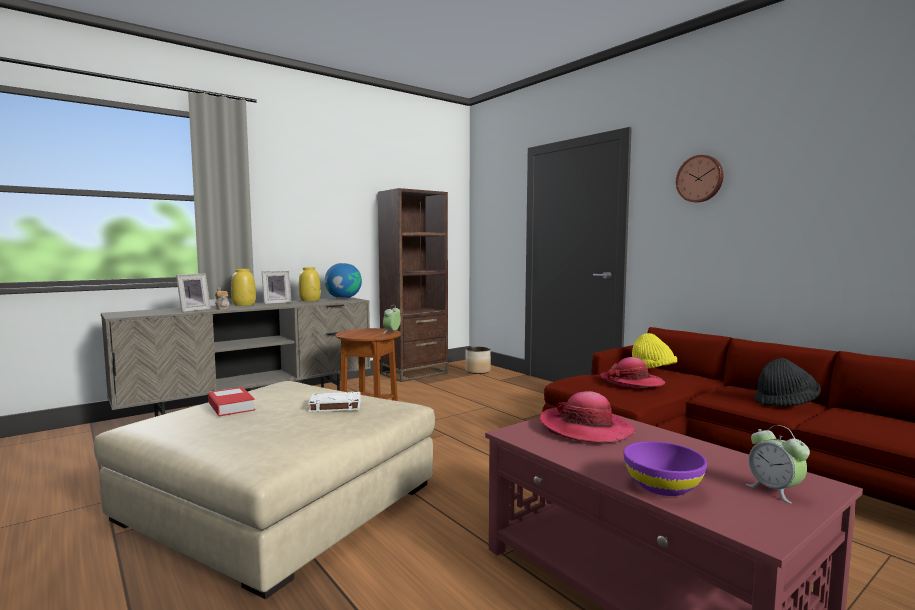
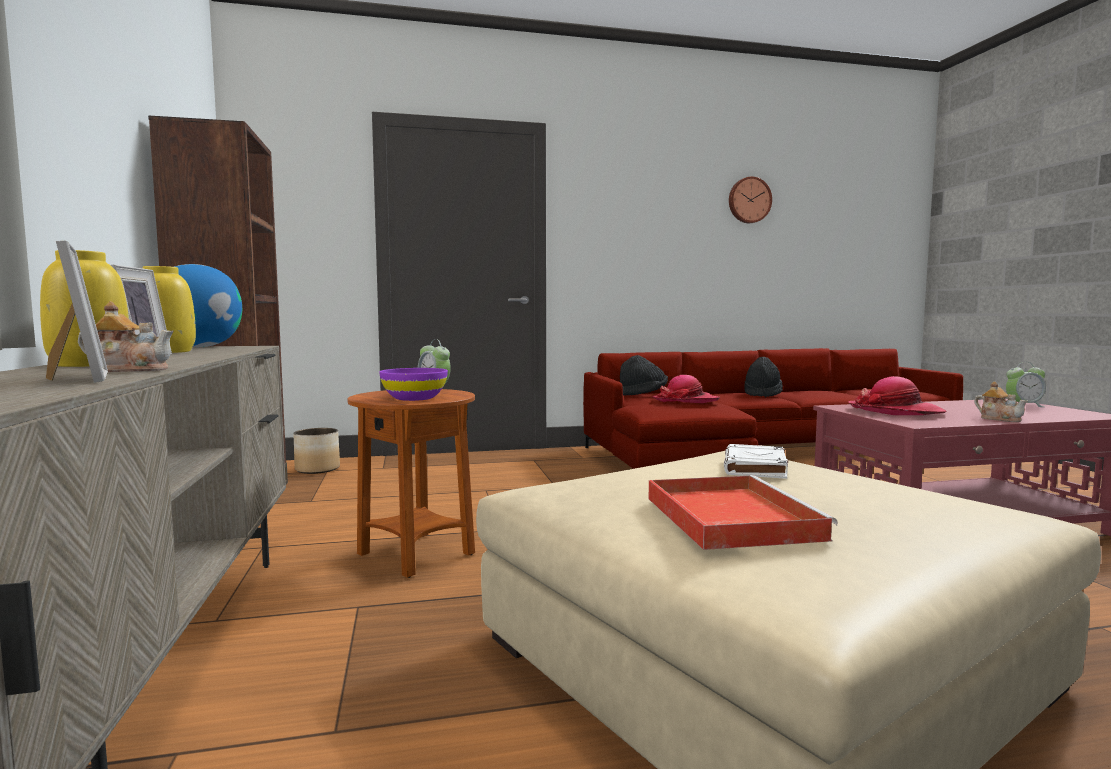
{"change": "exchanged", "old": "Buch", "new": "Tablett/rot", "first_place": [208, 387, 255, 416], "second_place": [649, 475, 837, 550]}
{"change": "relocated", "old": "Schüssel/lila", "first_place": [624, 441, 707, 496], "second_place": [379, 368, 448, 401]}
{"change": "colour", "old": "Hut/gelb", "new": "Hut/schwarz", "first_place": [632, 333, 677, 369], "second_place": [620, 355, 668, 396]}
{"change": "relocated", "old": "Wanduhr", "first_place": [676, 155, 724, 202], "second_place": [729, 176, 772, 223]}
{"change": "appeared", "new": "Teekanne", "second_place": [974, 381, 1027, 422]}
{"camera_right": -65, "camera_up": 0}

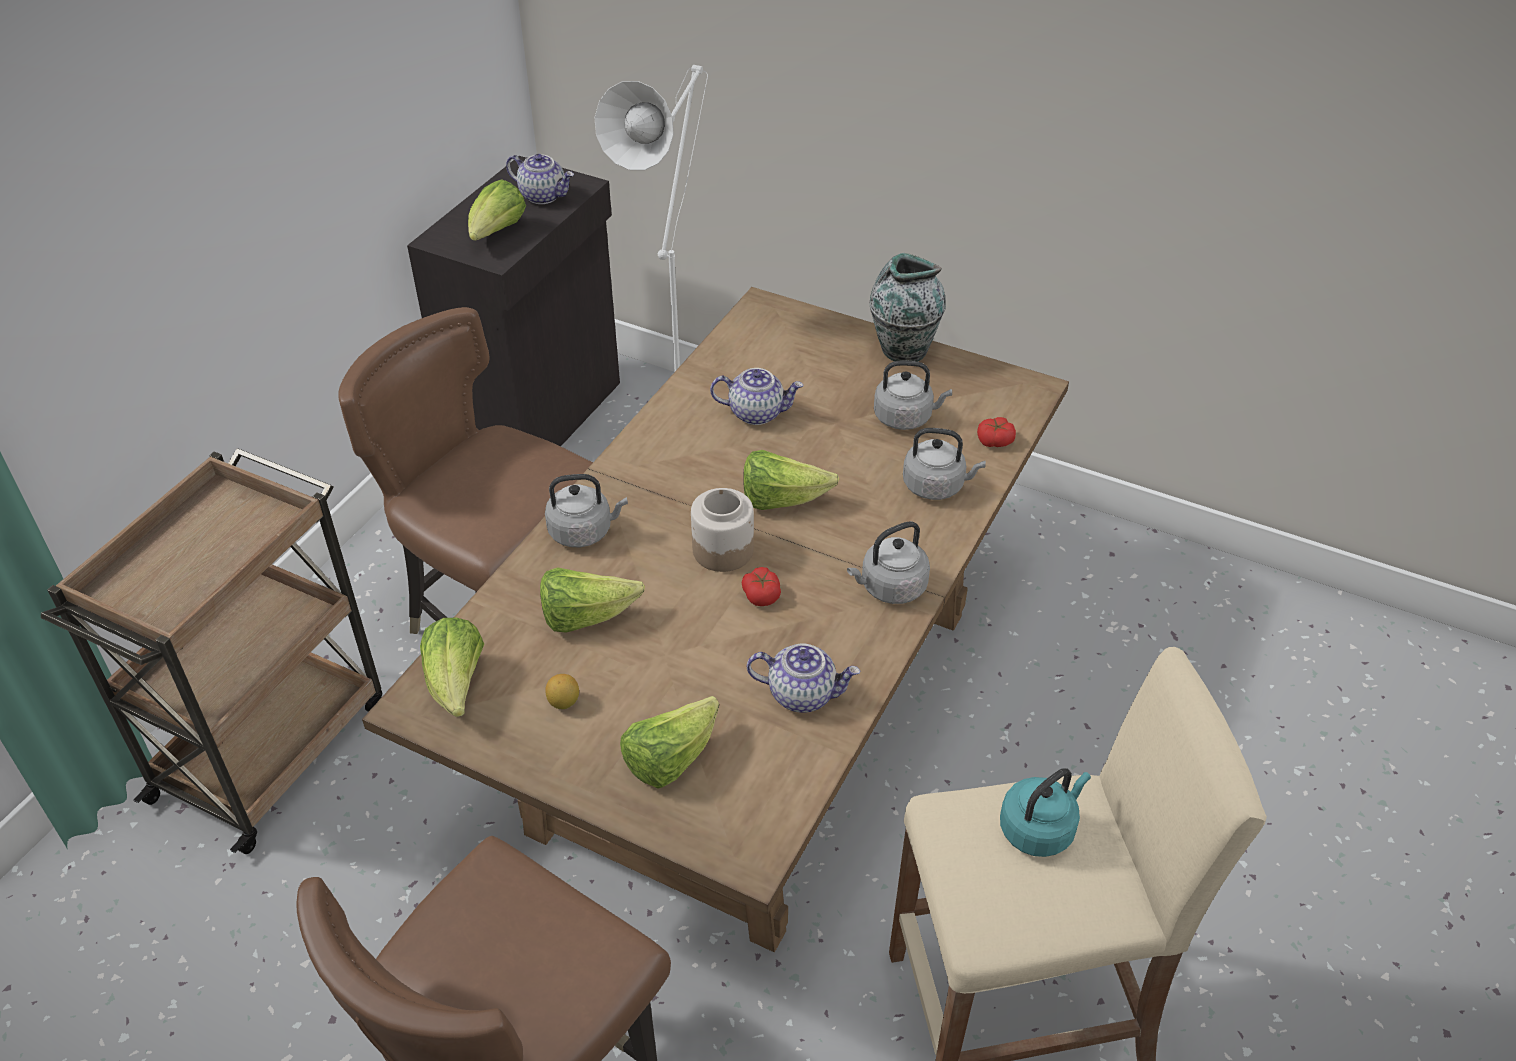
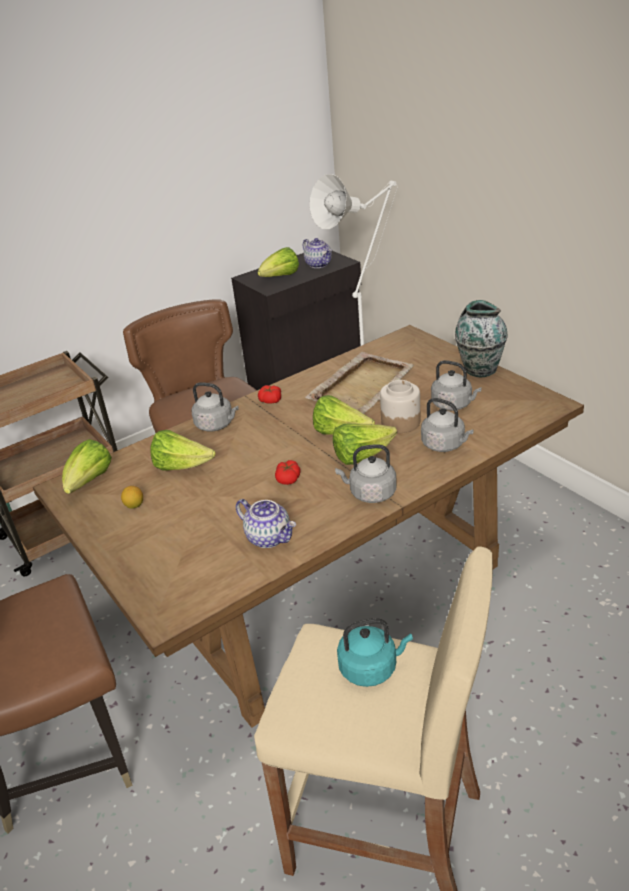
{"change": "relocated", "old": "Salatkopf", "first_place": [620, 696, 719, 789], "second_place": [333, 424, 397, 465]}
{"change": "relocated", "old": "Vorratsglas", "first_place": [691, 488, 754, 572], "second_place": [380, 380, 420, 433]}
{"change": "exchanged", "old": "Teekanne", "new": "Tablett/beige", "first_place": [710, 368, 803, 425], "second_place": [305, 352, 414, 414]}
{"change": "relocated", "old": "Tomate", "first_place": [977, 417, 1016, 447], "second_place": [258, 385, 281, 404]}
{"camera_right": 30, "camera_up": -10}

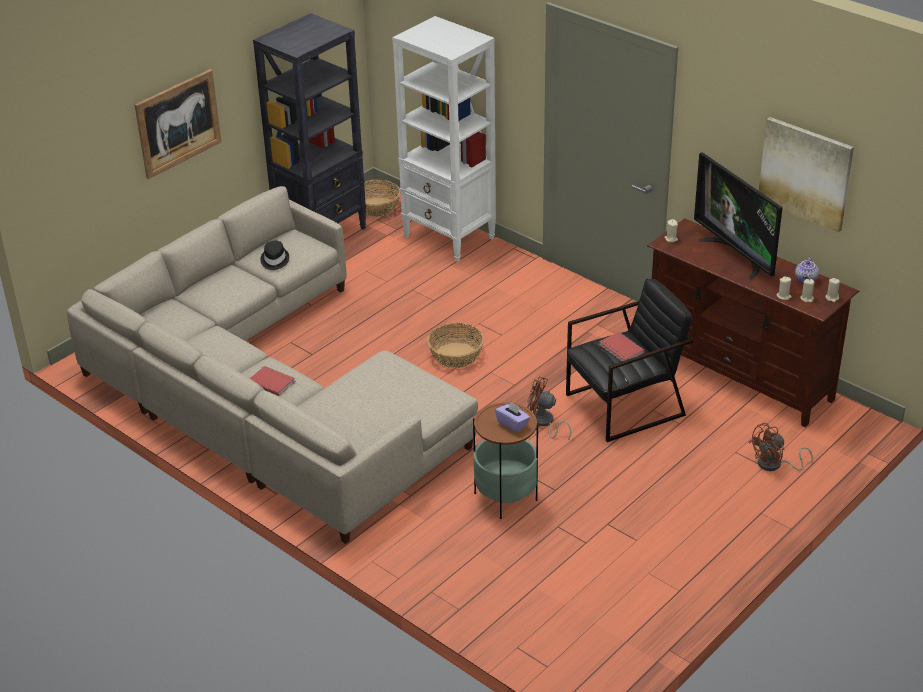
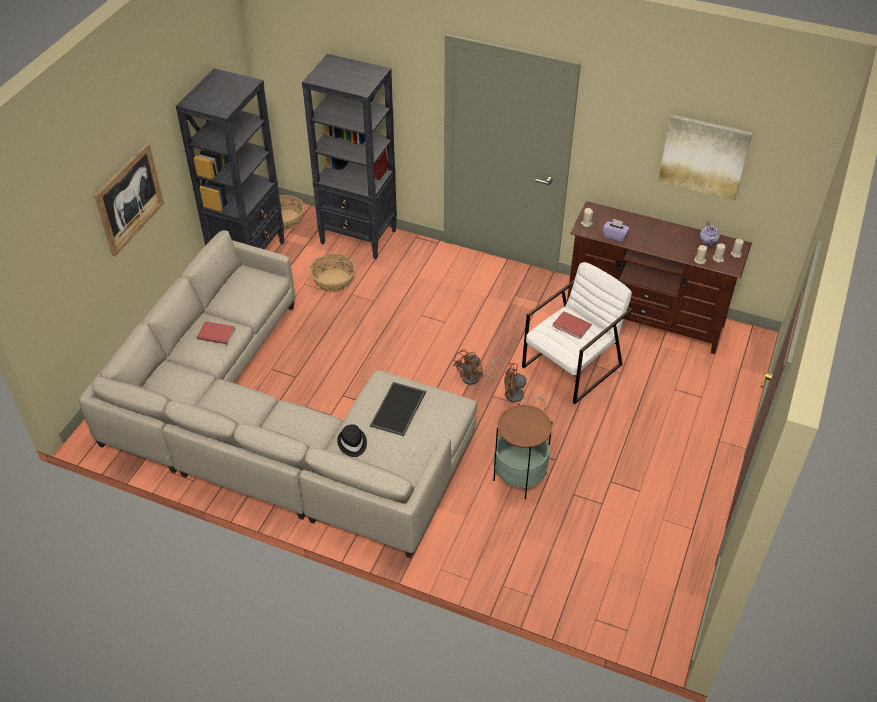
{"change": "relocated", "old": "Buch/rot", "first_place": [250, 366, 295, 396], "second_place": [197, 321, 235, 345]}
{"change": "relocated", "old": "Hut/schwarz", "first_place": [260, 241, 289, 270], "second_place": [337, 424, 367, 457]}
{"change": "colour", "old": "Bücherregal/weiß", "new": "Bücherregal/schwarz", "first_place": [392, 16, 496, 262], "second_place": [302, 54, 397, 259]}
{"change": "relocated", "old": "Korb", "first_place": [427, 323, 484, 368], "second_place": [310, 254, 356, 292]}
{"change": "relocated", "old": "Taschentuchbox/lila", "first_place": [495, 401, 530, 433], "second_place": [603, 219, 629, 242]}
{"change": "colour", "old": "Sessel/schwarz", "new": "Sessel/weiß", "first_place": [566, 279, 694, 442], "second_place": [522, 262, 633, 404]}
{"change": "missing", "old": "Fernseher", "first_place": [694, 152, 783, 280]}
{"change": "relocated", "old": "Ventilator/braun", "first_place": [749, 423, 813, 471], "second_place": [453, 349, 503, 385]}
{"change": "appeared", "new": "Tablett", "second_place": [370, 382, 426, 436]}
{"camera_right": -20, "camera_up": 10}

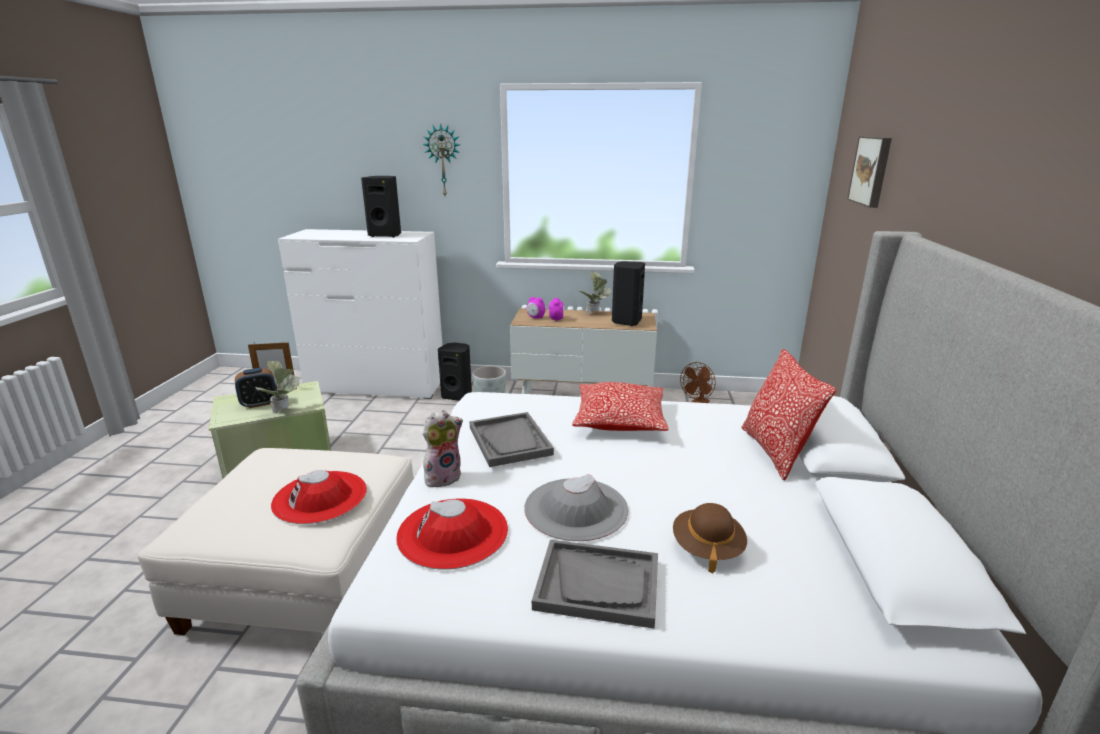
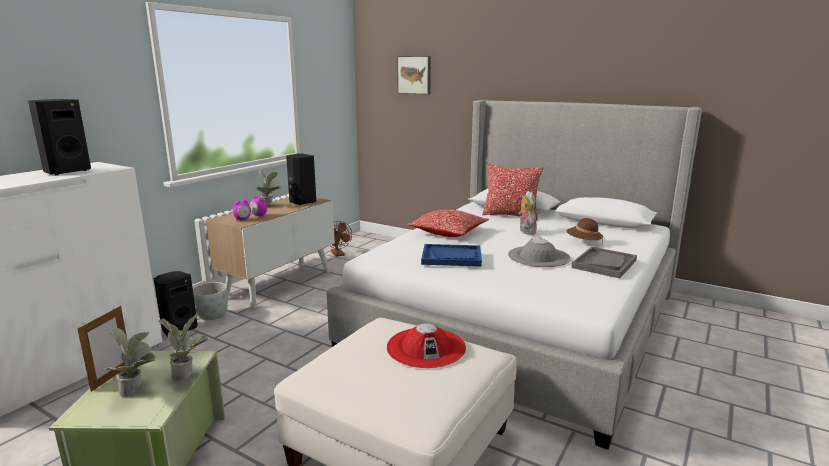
{"change": "exchanged", "old": "Wecker", "new": "Topfpflanze", "first_place": [235, 368, 276, 408], "second_place": [104, 328, 155, 397]}
{"change": "missing", "old": "Hut/rot", "first_place": [396, 498, 508, 570]}
{"change": "missing", "old": "Wanduhr", "first_place": [423, 123, 460, 196]}
{"change": "relocated", "old": "Plüschtier", "first_place": [423, 410, 463, 487], "second_place": [518, 191, 537, 235]}
{"change": "colour", "old": "Tablett/grau", "new": "Tablett/blau", "first_place": [469, 412, 554, 467], "second_place": [421, 244, 482, 267]}
{"camera_right": -65, "camera_up": -5}

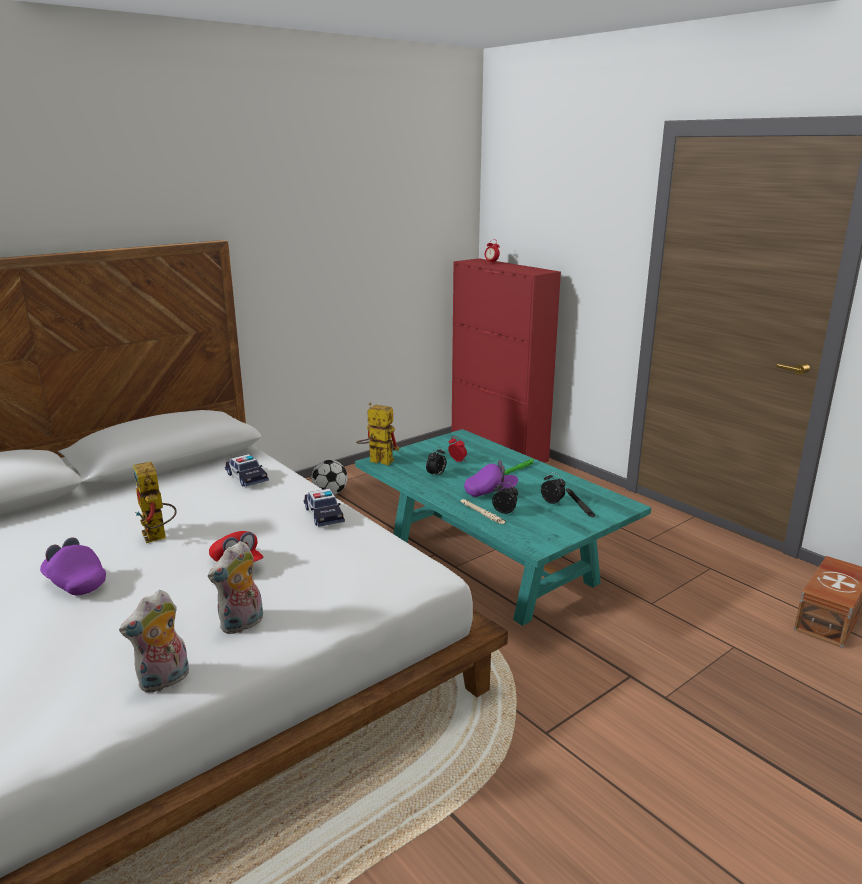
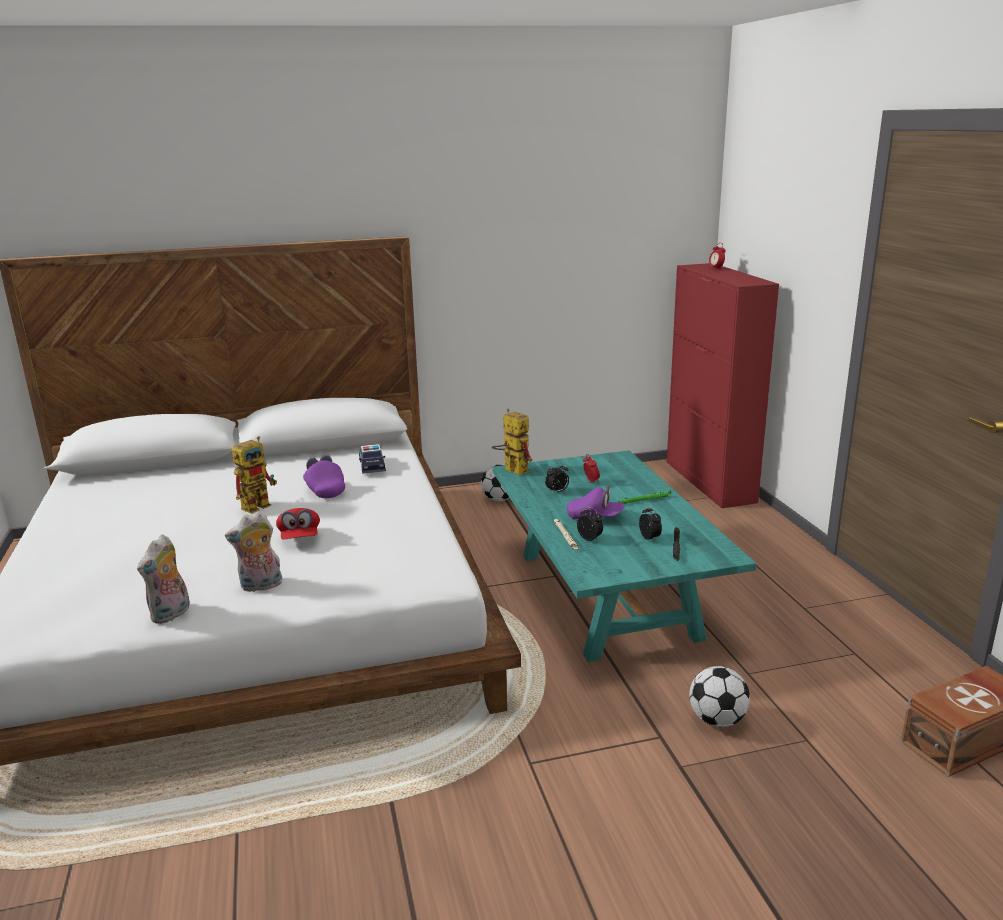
{"change": "relocated", "old": "Kappe/lila", "first_place": [40, 538, 106, 595], "second_place": [303, 455, 345, 498]}
{"change": "spun", "old": "Plüschtier", "first_place": [119, 590, 189, 693], "second_place": [137, 535, 190, 624], "degrees": -45}
{"change": "spun", "old": "Spielzeugroboter", "first_place": [133, 462, 177, 543], "second_place": [232, 436, 277, 514], "degrees": -135}
{"change": "missing", "old": "Spielzeugauto", "first_place": [304, 489, 345, 527]}
{"change": "appeared", "new": "Fußball", "second_place": [689, 666, 750, 727]}
{"camera_right": 25, "camera_up": 0}

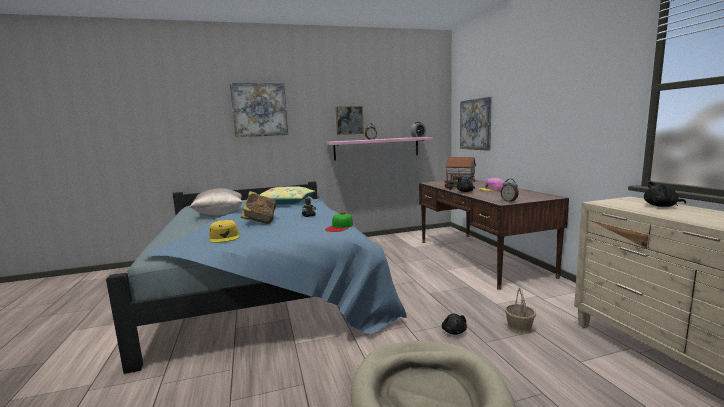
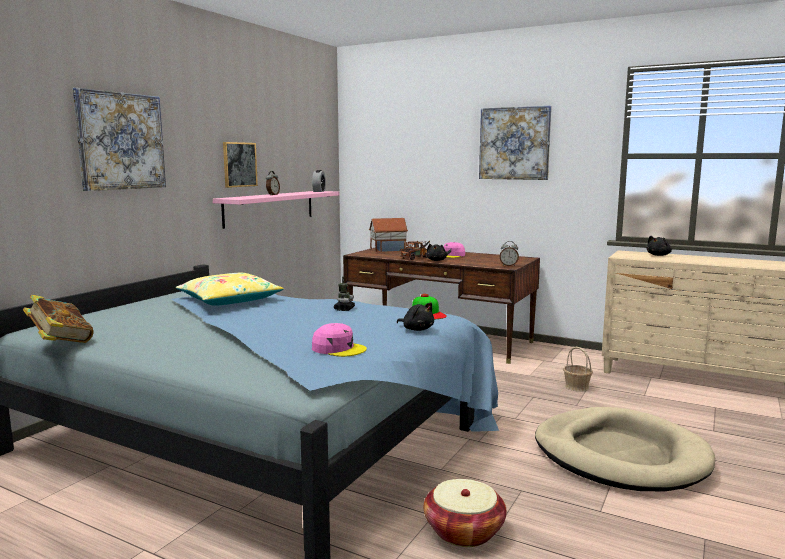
{"change": "missing", "old": "Kissen/beige", "first_place": [190, 188, 242, 215]}
{"change": "colour", "old": "Kappe/gelb", "new": "Kappe/rosa", "first_place": [209, 220, 239, 243], "second_place": [312, 323, 367, 357]}
{"change": "relocated", "old": "Buch", "first_place": [241, 191, 276, 224], "second_place": [23, 295, 94, 343]}
{"change": "relocated", "old": "Plüschtier/schwarz", "first_place": [442, 314, 467, 335], "second_place": [397, 303, 434, 331]}
{"change": "relocated", "old": "Bild", "first_place": [460, 97, 492, 151], "second_place": [479, 106, 552, 180]}
{"change": "appeared", "new": "Korb", "second_place": [424, 479, 506, 547]}
{"camera_right": -45, "camera_up": 0}

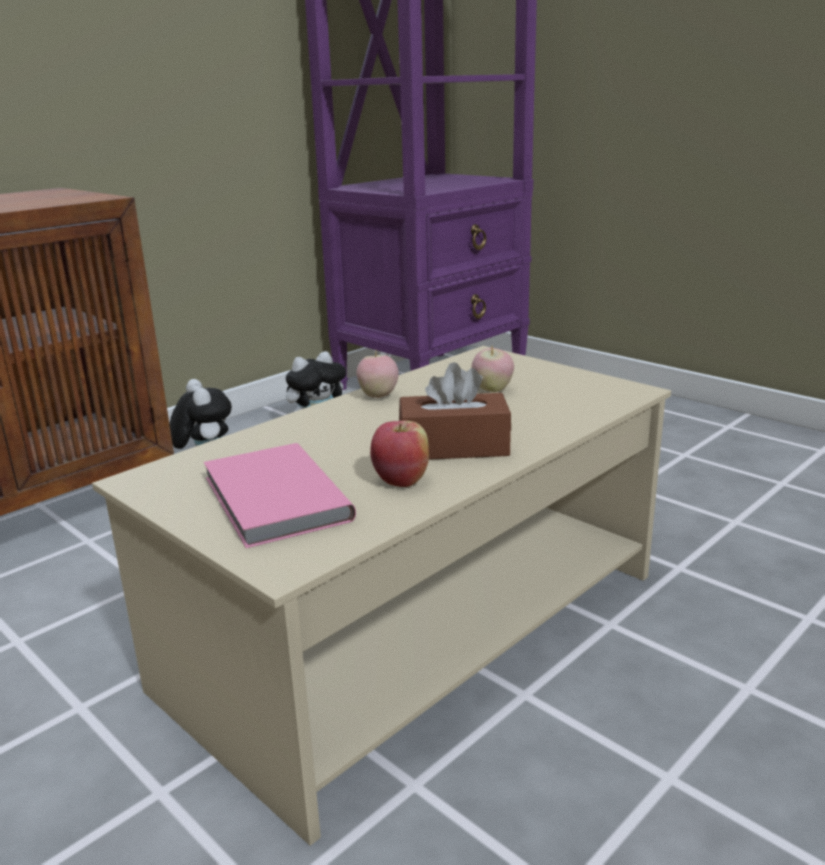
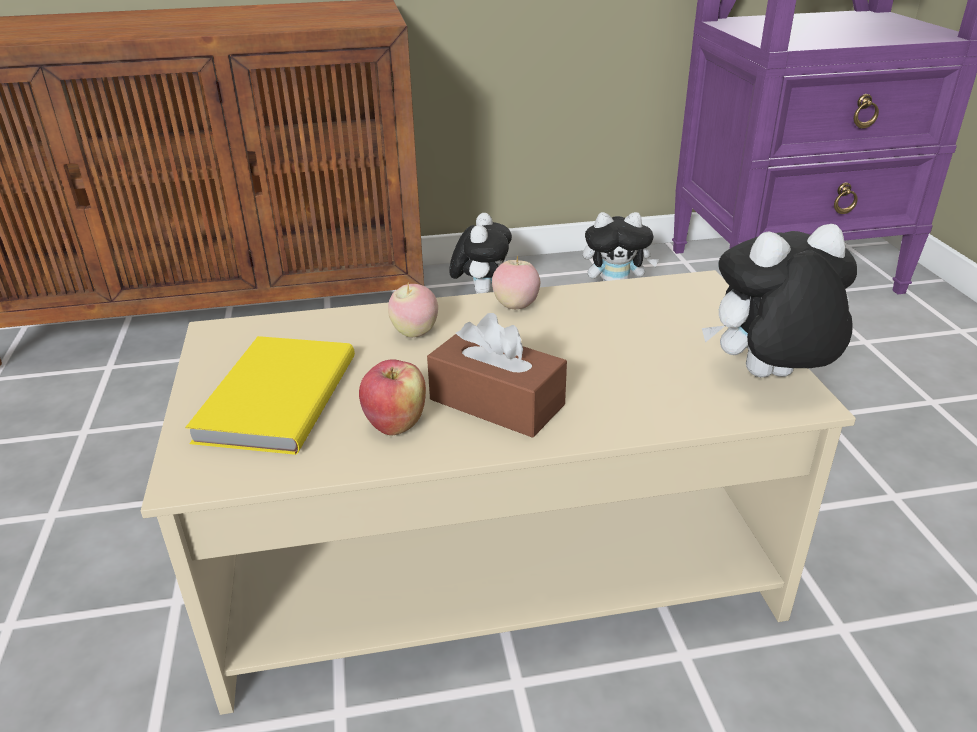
{"change": "colour", "old": "Buch/rosa", "new": "Buch/gelb", "first_place": [204, 443, 356, 548], "second_place": [185, 336, 355, 455]}
{"change": "relocated", "old": "Apfel", "first_place": [472, 347, 514, 392], "second_place": [388, 283, 438, 337]}
{"change": "appeared", "new": "Plüschtier", "second_place": [702, 224, 857, 378]}
{"camera_right": 35, "camera_up": 10}

